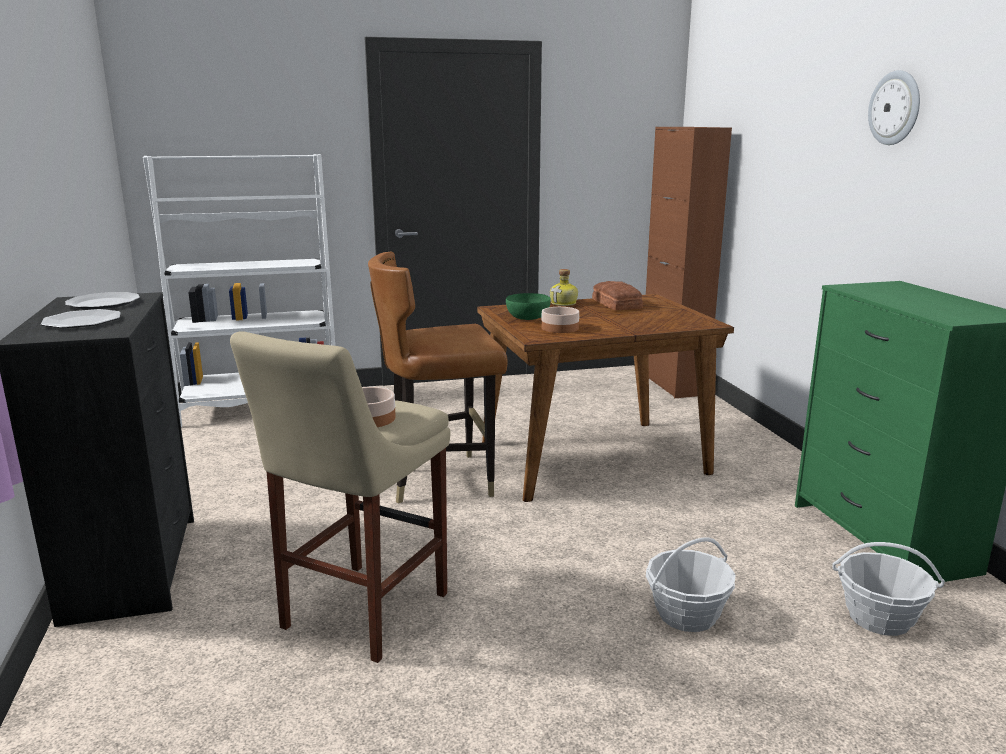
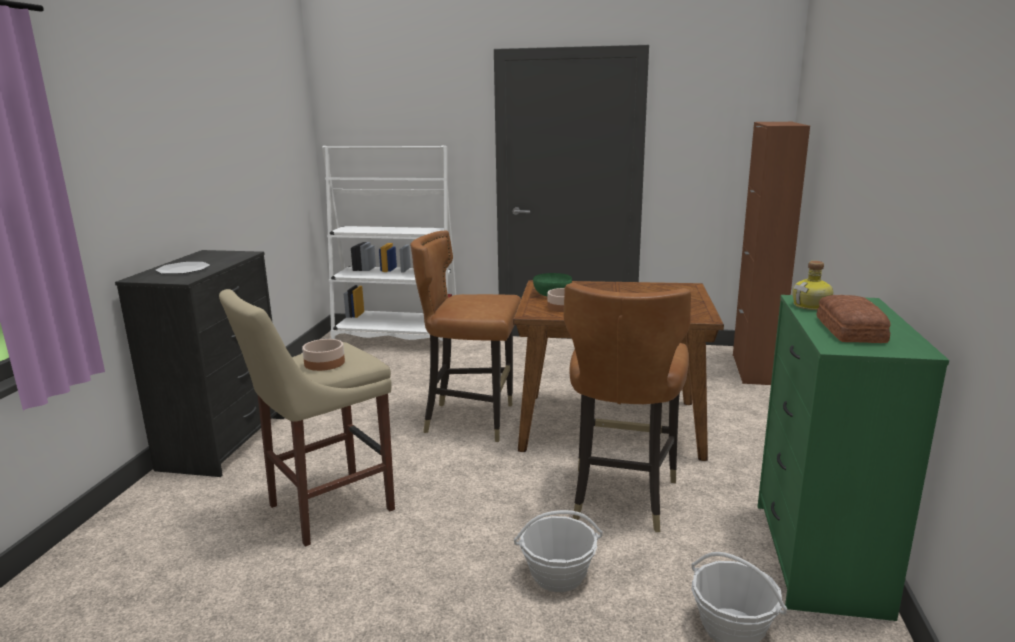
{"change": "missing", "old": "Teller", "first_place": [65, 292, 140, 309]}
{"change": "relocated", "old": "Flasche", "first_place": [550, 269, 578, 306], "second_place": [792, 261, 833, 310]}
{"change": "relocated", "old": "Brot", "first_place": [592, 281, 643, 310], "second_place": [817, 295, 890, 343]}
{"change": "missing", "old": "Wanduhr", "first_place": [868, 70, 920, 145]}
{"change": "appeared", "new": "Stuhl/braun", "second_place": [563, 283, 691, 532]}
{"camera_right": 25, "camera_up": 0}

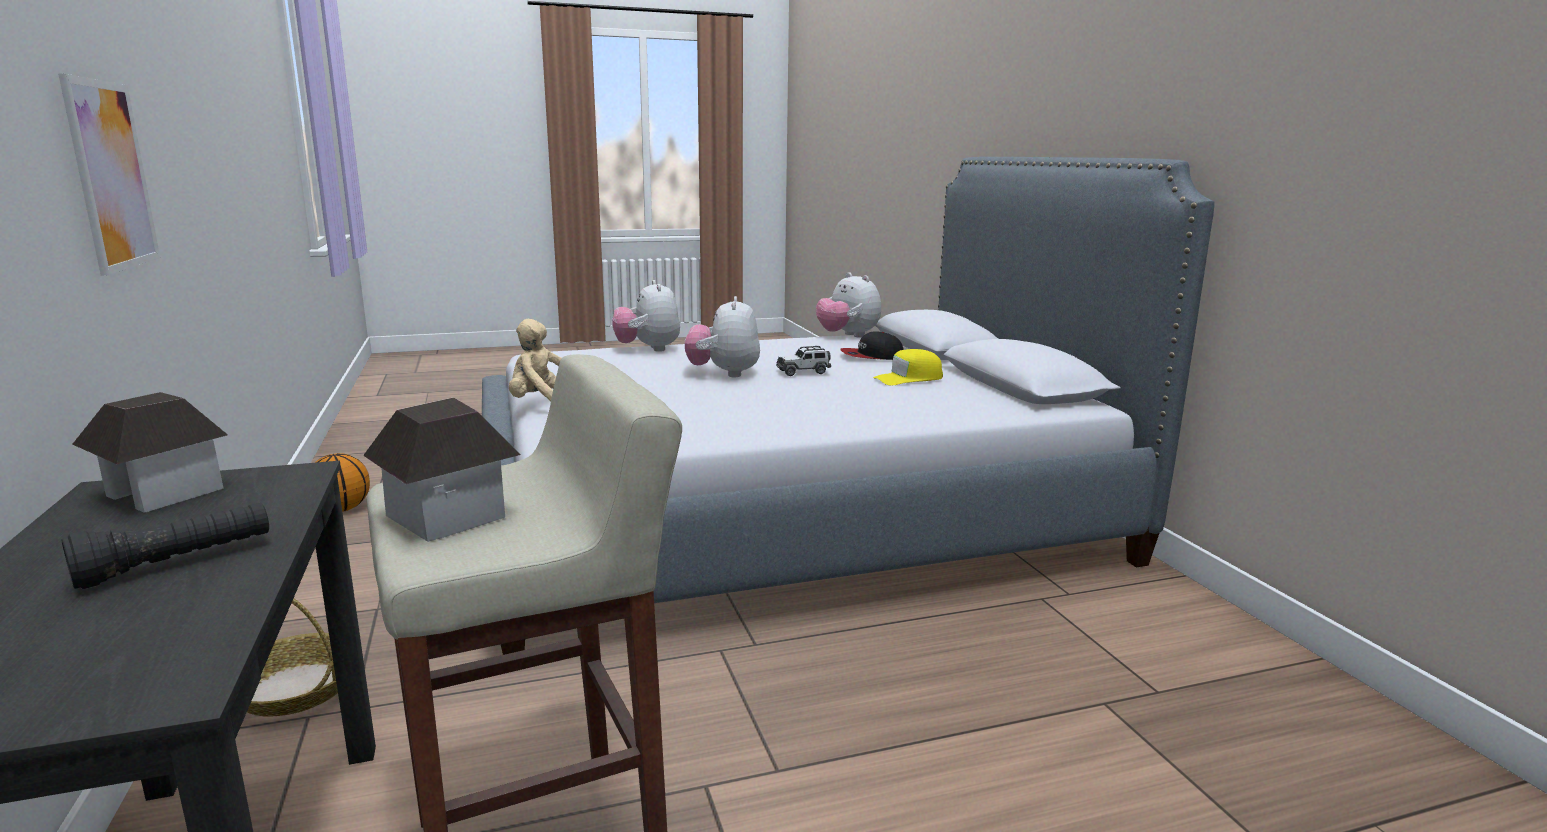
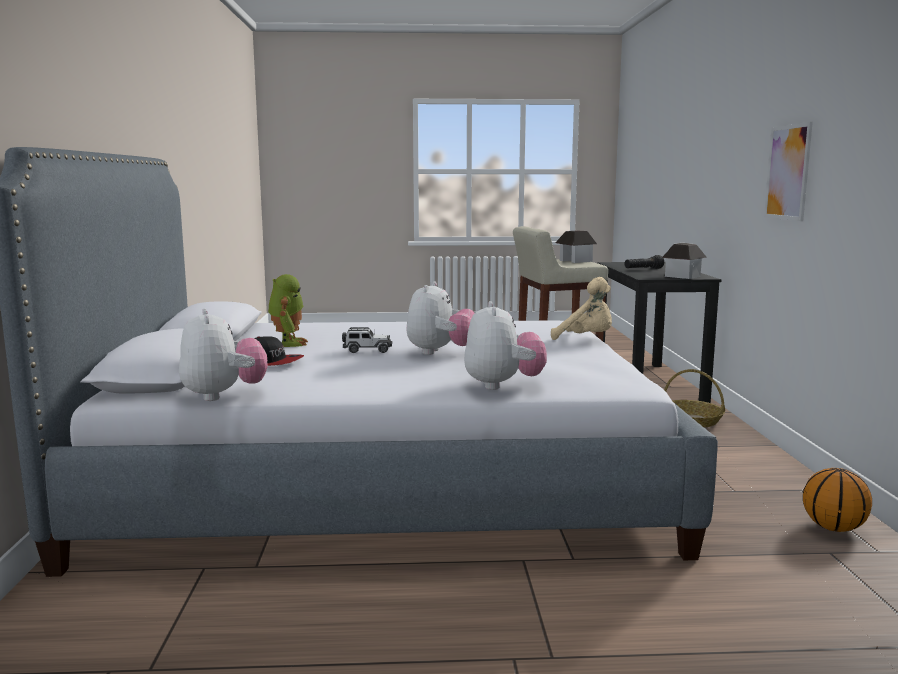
{"change": "exchanged", "old": "Kappe/gelb", "new": "Spielzeugroboter", "first_place": [873, 349, 943, 385], "second_place": [268, 274, 308, 347]}
{"camera_right": -165, "camera_up": -5}

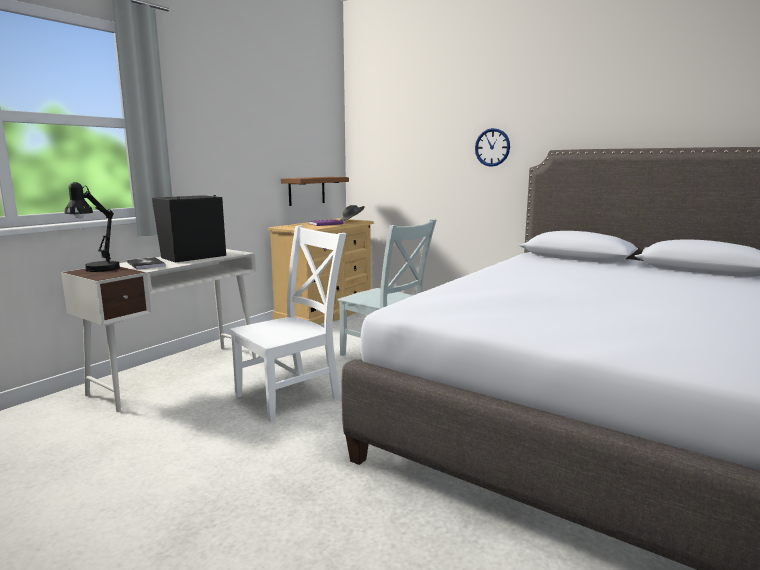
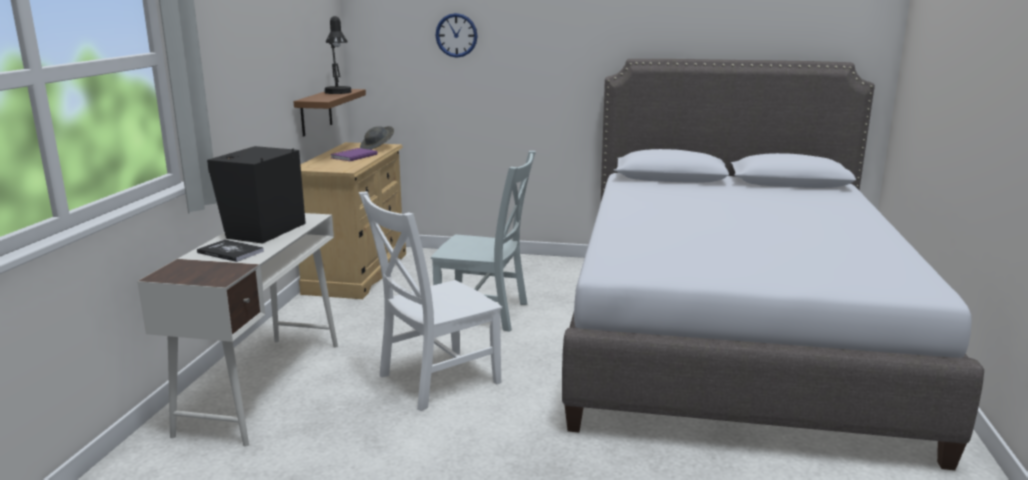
{"change": "relocated", "old": "Tischlampe/schwarz", "first_place": [64, 182, 120, 272], "second_place": [324, 16, 352, 94]}
{"change": "spun", "old": "Stuhl/weiß", "first_place": [230, 226, 346, 422], "second_place": [359, 191, 502, 411], "degrees": -150}
{"change": "relocated", "old": "Wanduhr", "first_place": [475, 128, 510, 167], "second_place": [436, 13, 478, 58]}
{"camera_right": -25, "camera_up": 5}

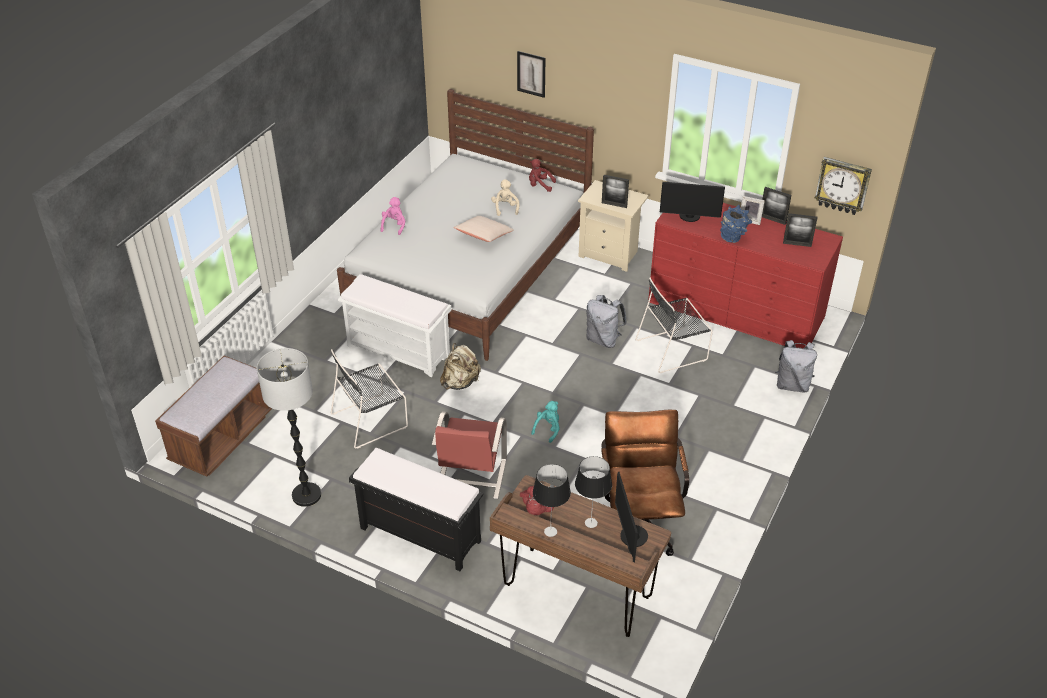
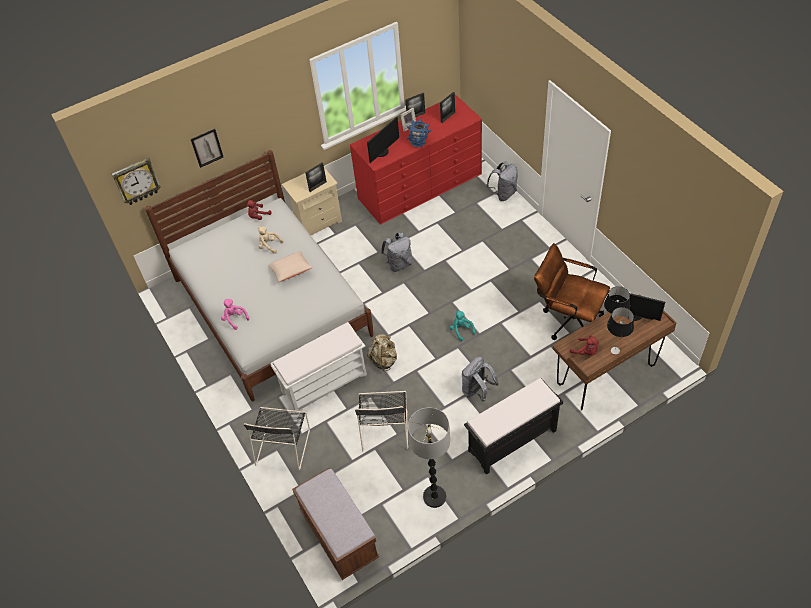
{"change": "exchanged", "old": "Stuhl/rot", "new": "Rucksack/grau", "first_place": [432, 411, 507, 499], "second_place": [462, 357, 499, 402]}
{"change": "relocated", "old": "Stuhl/schwarz", "first_place": [635, 278, 713, 373], "second_place": [244, 407, 310, 470]}
{"change": "relocated", "old": "Wanduhr", "first_place": [815, 157, 872, 215], "second_place": [112, 158, 161, 205]}
{"camera_right": -55, "camera_up": 10}

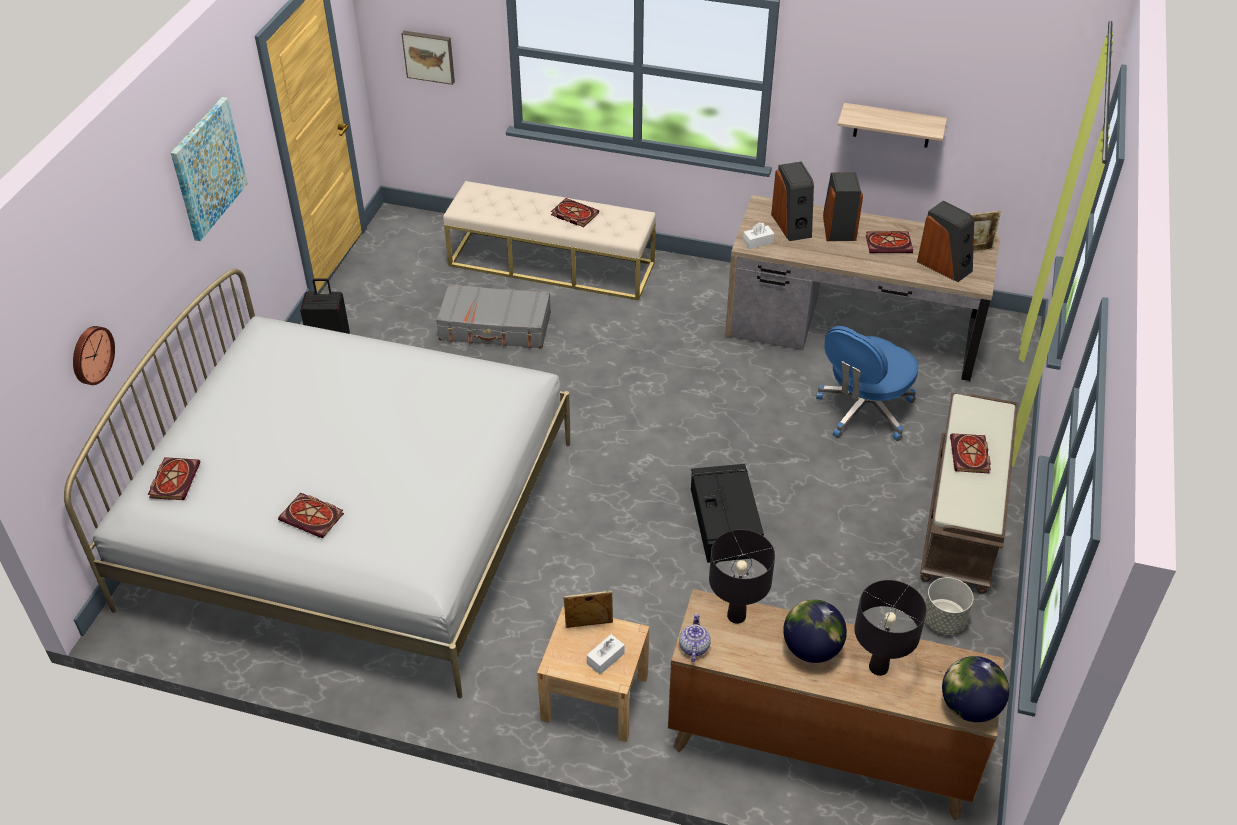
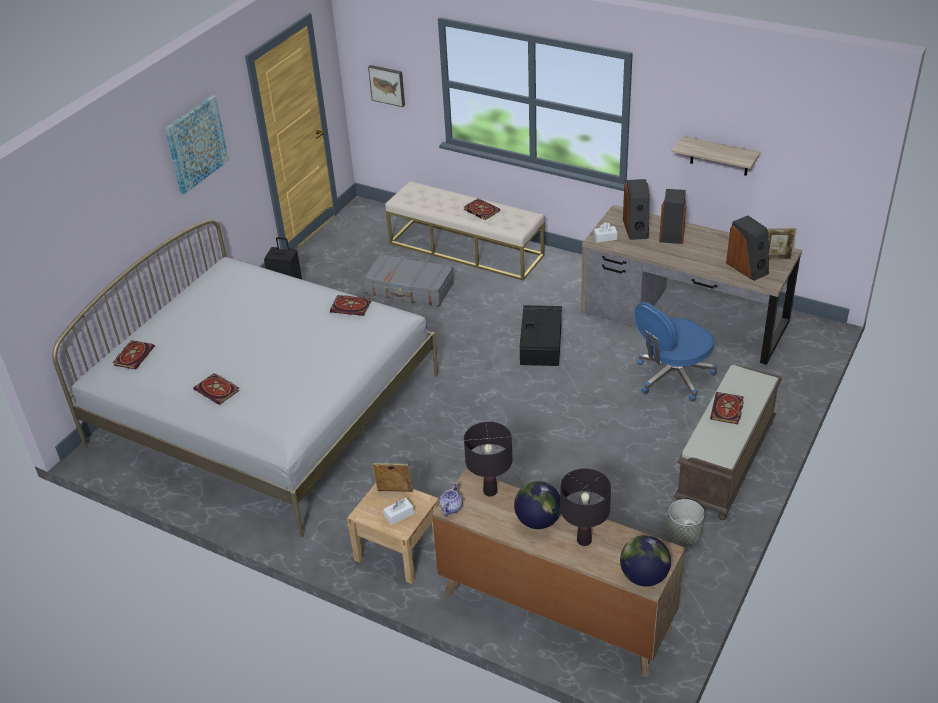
{"change": "missing", "old": "Wanduhr", "first_place": [73, 326, 115, 385]}
{"change": "relocated", "old": "Aufbewahrungsbox/schwarz", "first_place": [691, 464, 764, 563], "second_place": [520, 305, 562, 366]}
{"change": "relocated", "old": "Buch", "first_place": [866, 231, 913, 253], "second_place": [330, 295, 371, 316]}
{"camera_right": 15, "camera_up": -5}

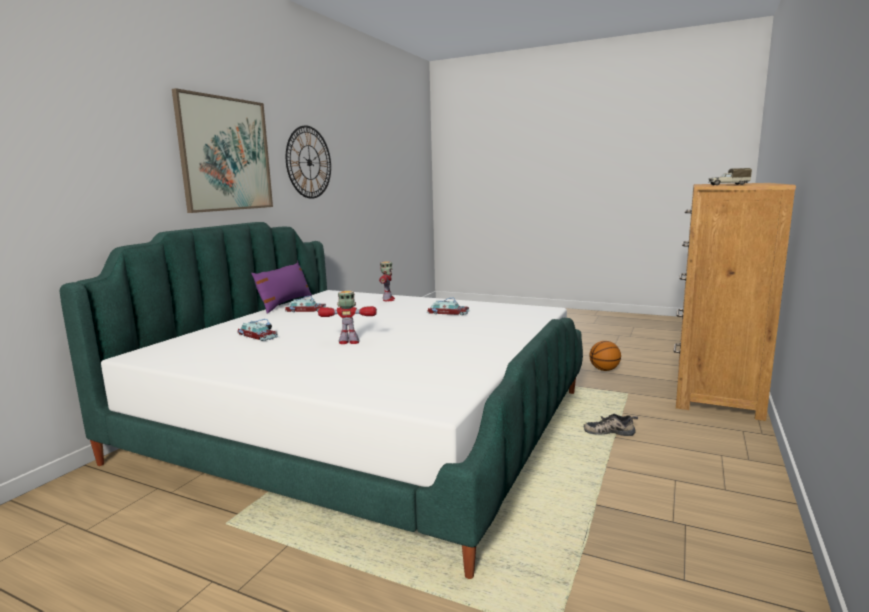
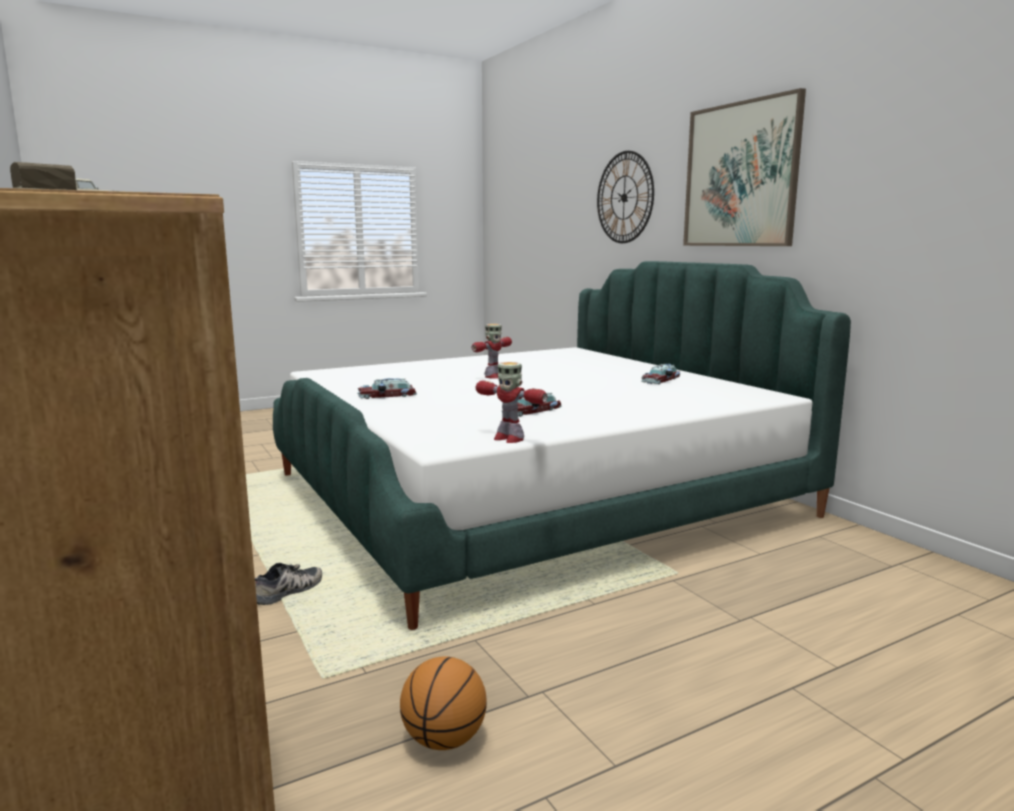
{"change": "relocated", "old": "Spielzeugauto", "first_place": [238, 319, 278, 341], "second_place": [358, 378, 417, 399]}
{"change": "missing", "old": "Kissen/lila", "first_place": [251, 260, 312, 314]}
{"change": "relocated", "old": "Wanduhr", "first_place": [286, 125, 331, 199], "second_place": [597, 151, 654, 243]}
{"change": "relocated", "old": "Spielzeugroboter", "first_place": [379, 261, 395, 301], "second_place": [476, 362, 547, 443]}
{"camera_right": 125, "camera_up": 0}

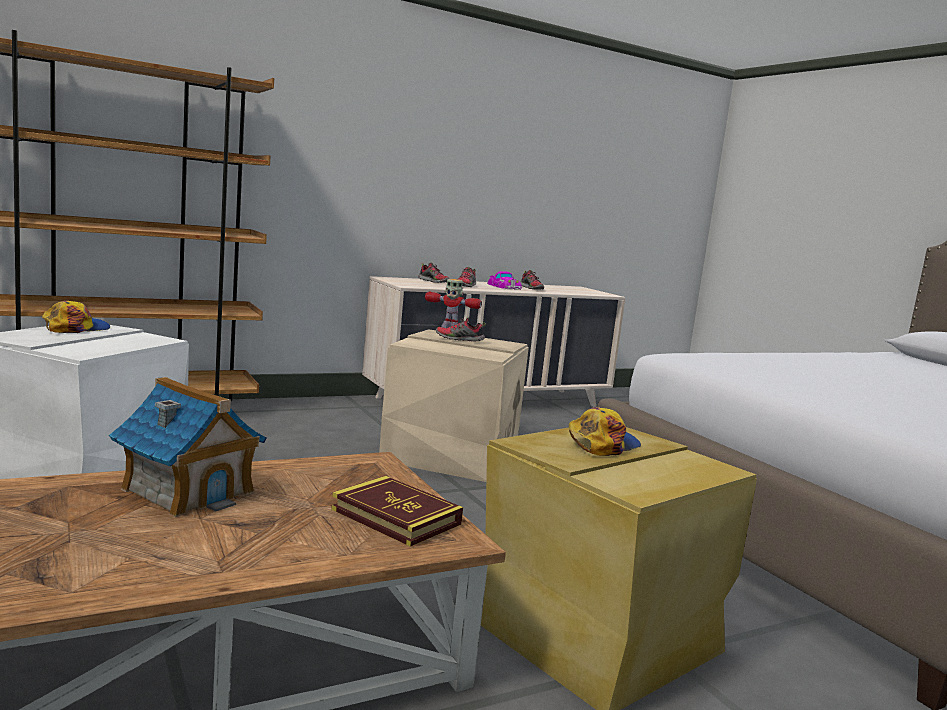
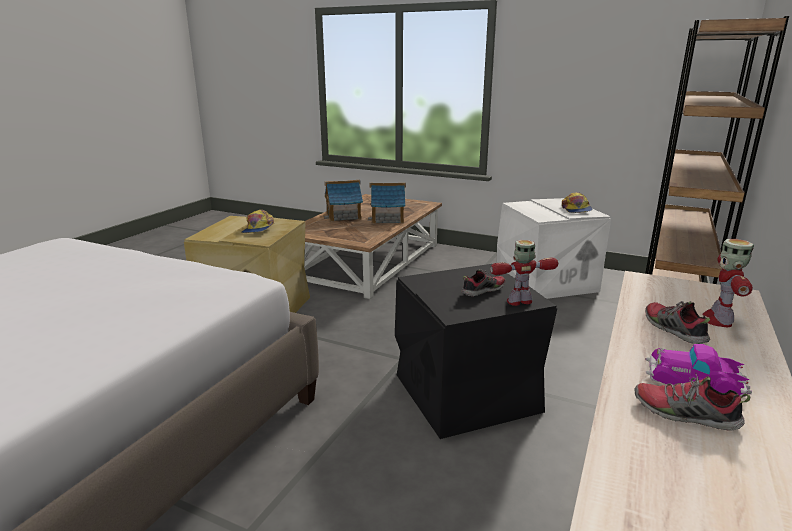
{"change": "missing", "old": "Buch", "first_place": [331, 476, 463, 547]}
{"change": "colour", "old": "Aufbewahrungsbox/beige", "new": "Aufbewahrungsbox/schwarz", "first_place": [379, 330, 529, 482], "second_place": [395, 264, 557, 439]}
{"change": "exchanged", "old": "Schuh", "new": "Spielzeugroboter", "first_place": [418, 262, 449, 283], "second_place": [702, 239, 754, 327]}
{"change": "appeared", "new": "Spielzeughaus", "second_place": [324, 180, 363, 222]}
{"camera_right": 145, "camera_up": 10}

